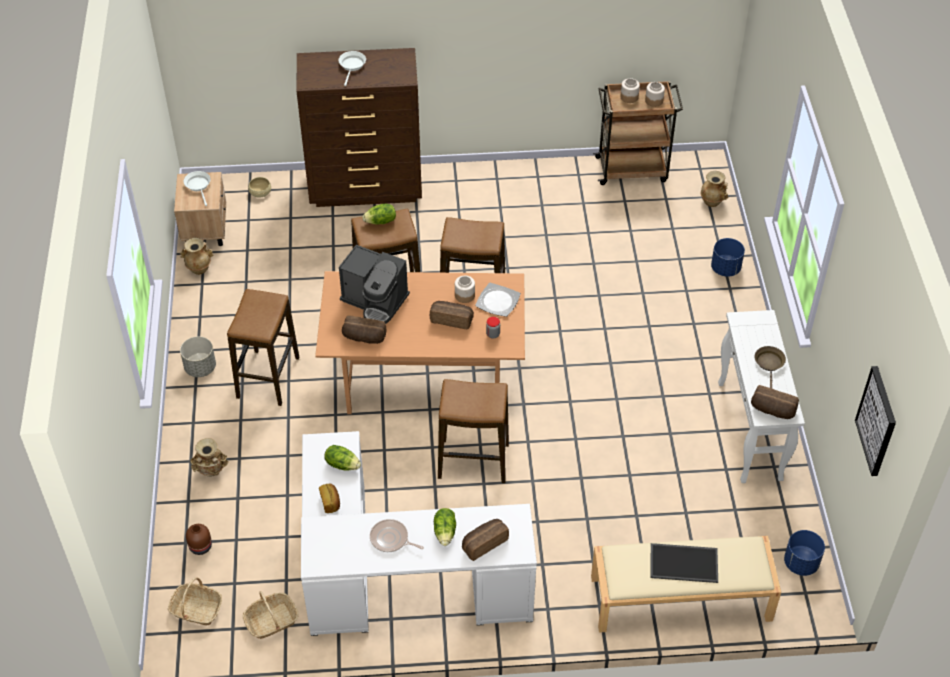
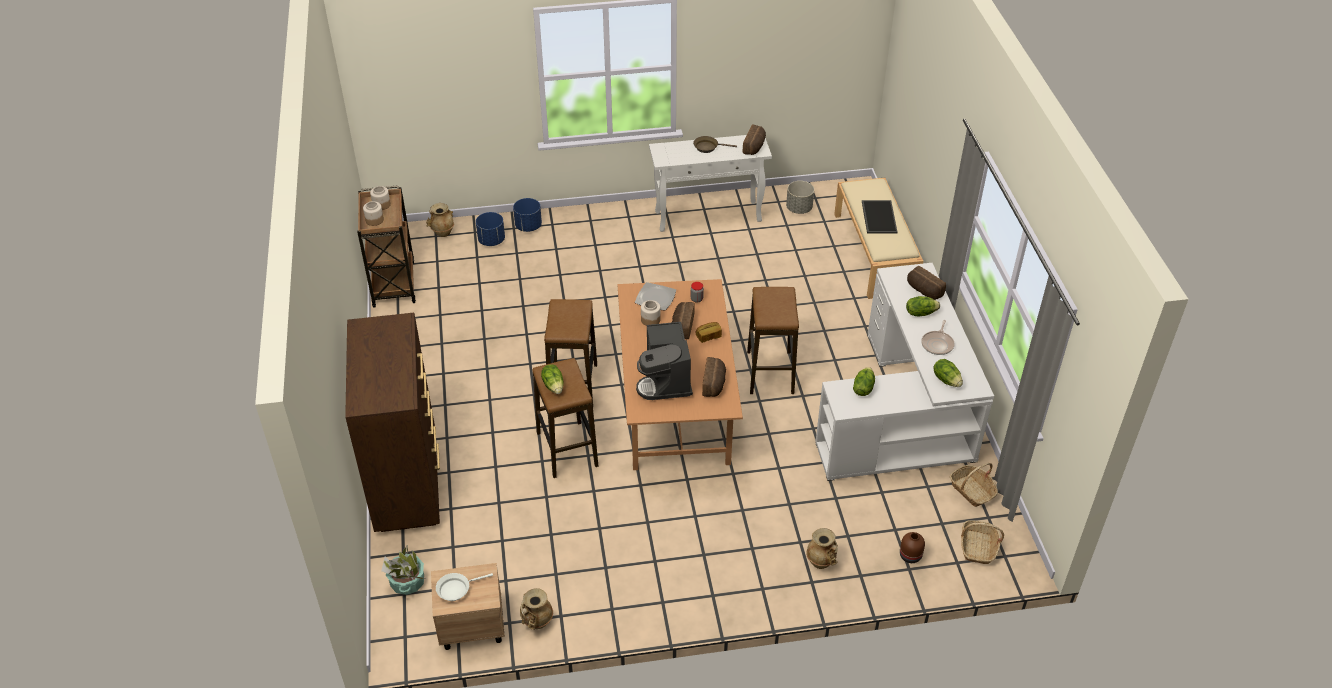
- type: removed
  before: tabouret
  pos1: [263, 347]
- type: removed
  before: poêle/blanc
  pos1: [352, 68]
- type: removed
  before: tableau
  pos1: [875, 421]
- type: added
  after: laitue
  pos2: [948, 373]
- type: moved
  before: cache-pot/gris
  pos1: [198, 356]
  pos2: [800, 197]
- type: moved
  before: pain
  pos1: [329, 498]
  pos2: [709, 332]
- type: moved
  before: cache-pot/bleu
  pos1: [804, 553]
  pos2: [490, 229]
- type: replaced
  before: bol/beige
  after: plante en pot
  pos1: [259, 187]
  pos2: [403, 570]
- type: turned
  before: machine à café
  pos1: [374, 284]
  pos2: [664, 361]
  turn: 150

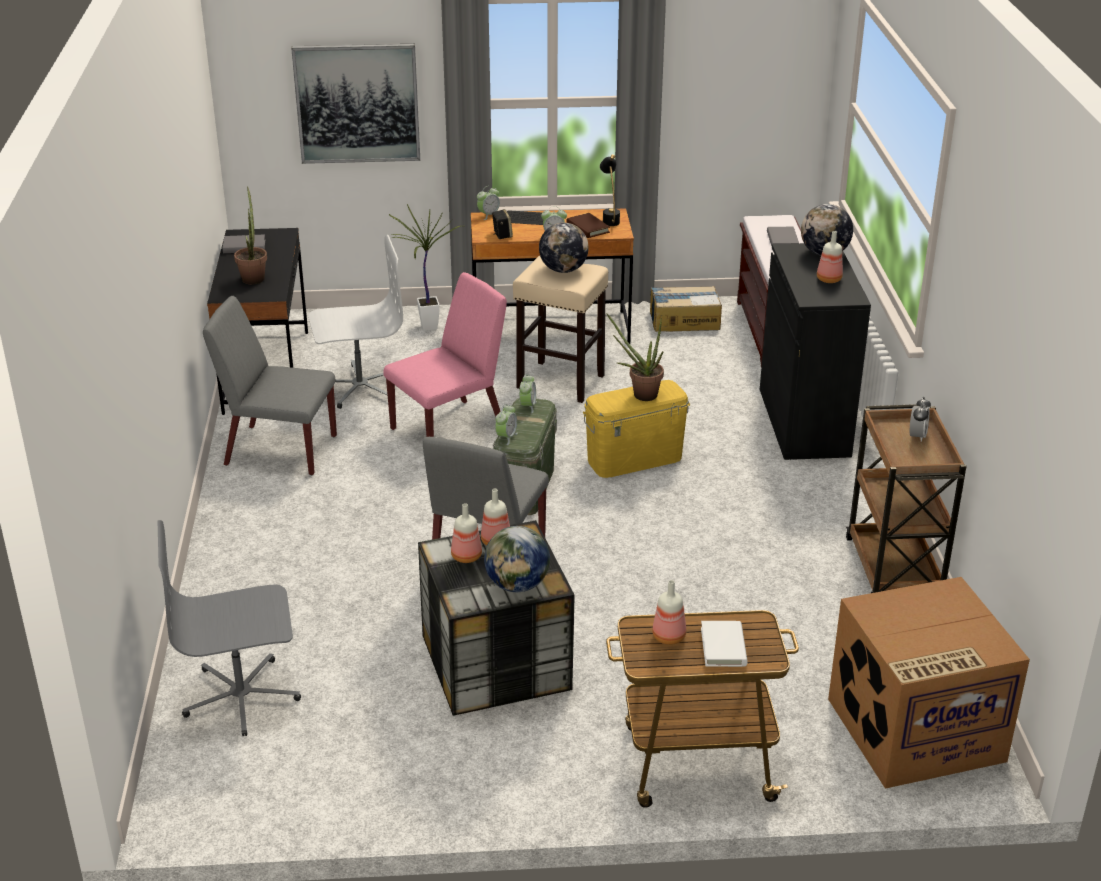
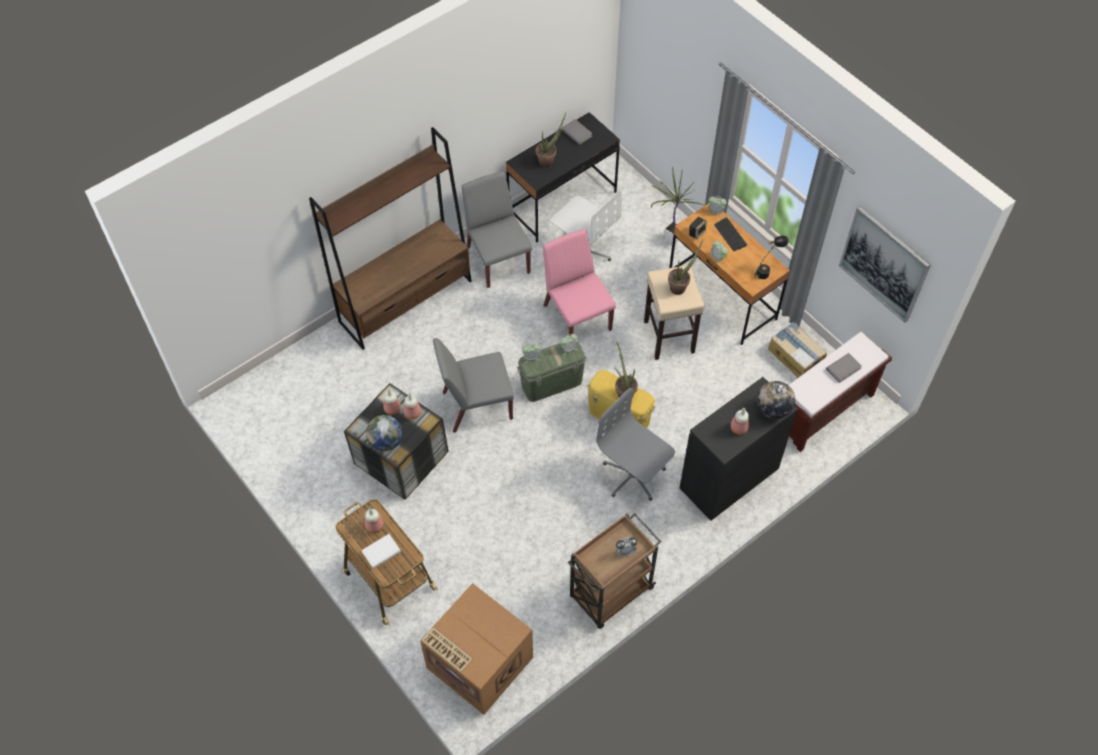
- type: removed
  before: livre/marron
  pos1: [588, 225]
- type: added
  after: bibliothèque/marron
  pos2: [390, 238]
- type: moved
  before: chaise de bureau/gris
  pos1: [229, 628]
  pos2: [636, 444]
- type: moved
  before: tableau
  pos1: [355, 104]
  pos2: [885, 264]
- type: replaced
  before: globe
  after: plante en pot
  pos1: [564, 248]
  pos2: [685, 267]
- type: turned
  before: chaise/rose
  pos1: [445, 354]
  pos2: [579, 282]
  turn: -135

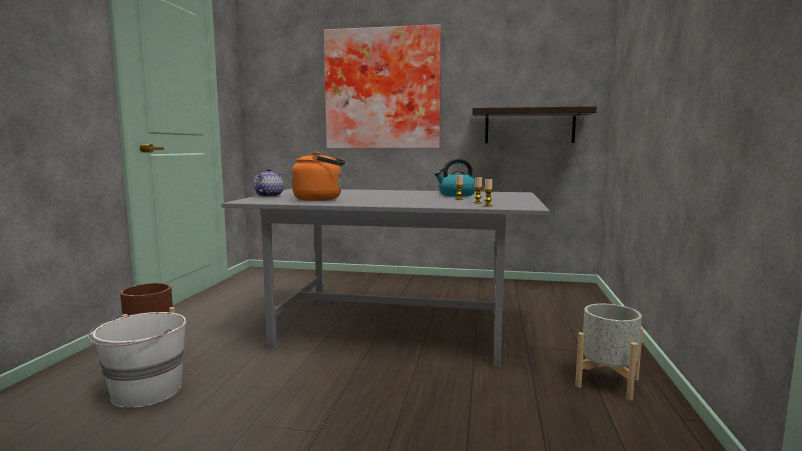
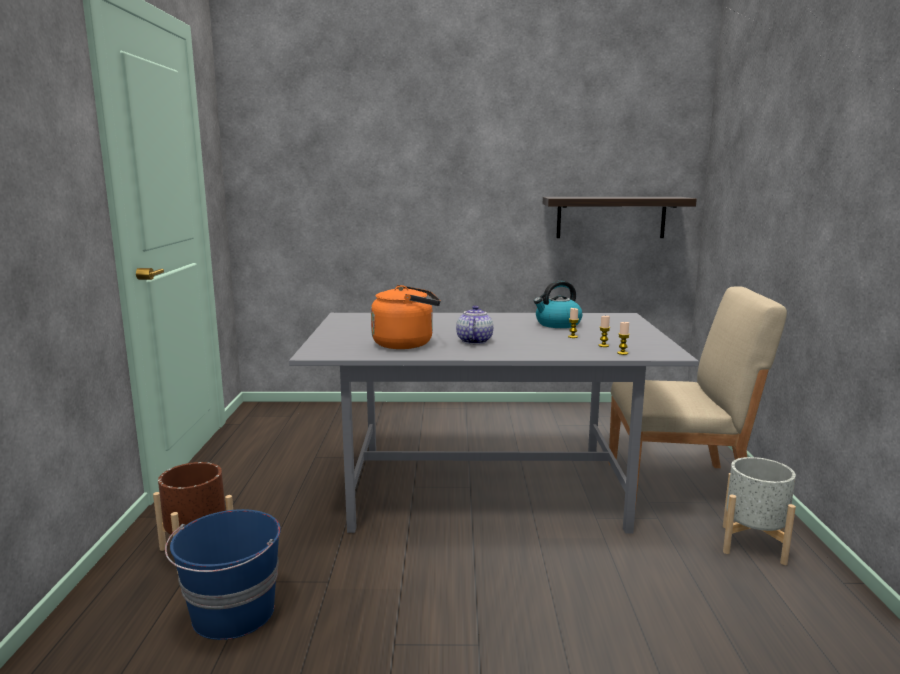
- type: removed
  before: tableau
  pos1: [382, 86]
- type: added
  after: chaise/beige
  pos2: [698, 397]
- type: moved
  before: théière
  pos1: [269, 182]
  pos2: [474, 325]
- type: recoloured
  before: seau/blanc
  after: seau/bleu
  pos1: [137, 360]
  pos2: [223, 574]

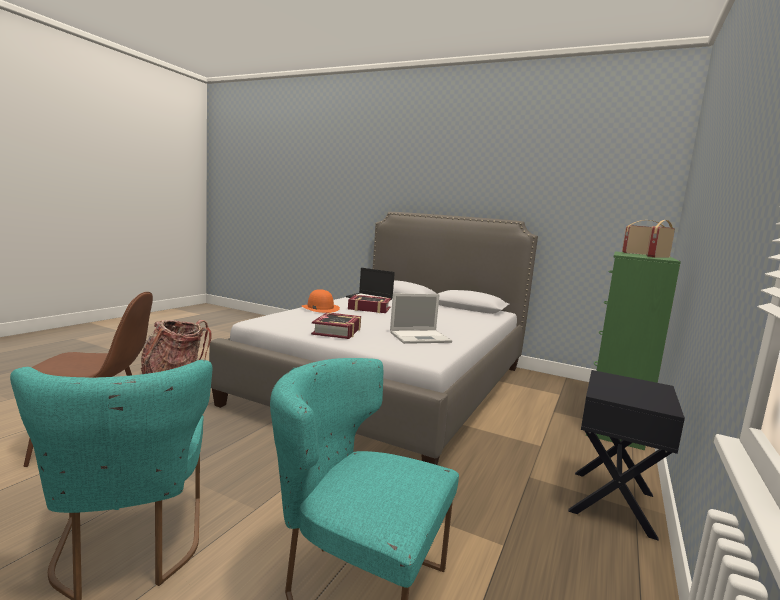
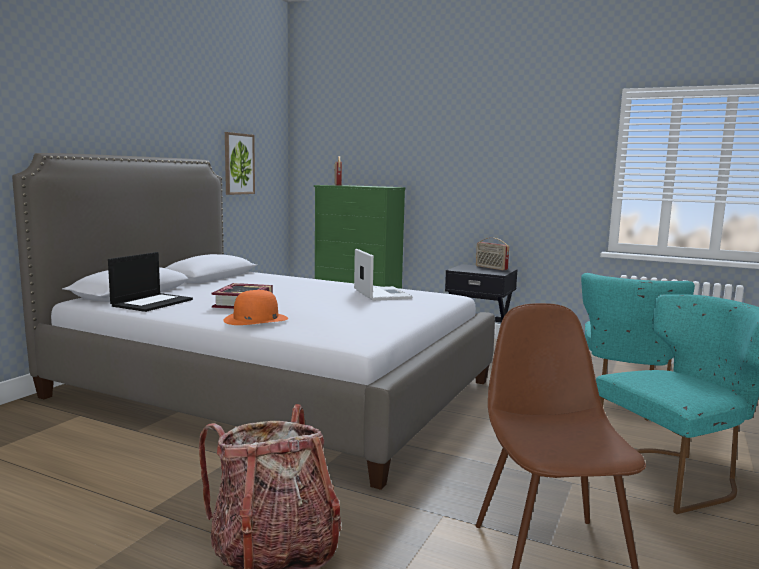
- type: removed
  before: livre
  pos1: [336, 325]
- type: added
  after: tableau
  pos2: [240, 163]
- type: moved
  before: radio
  pos1: [660, 238]
  pos2: [492, 254]

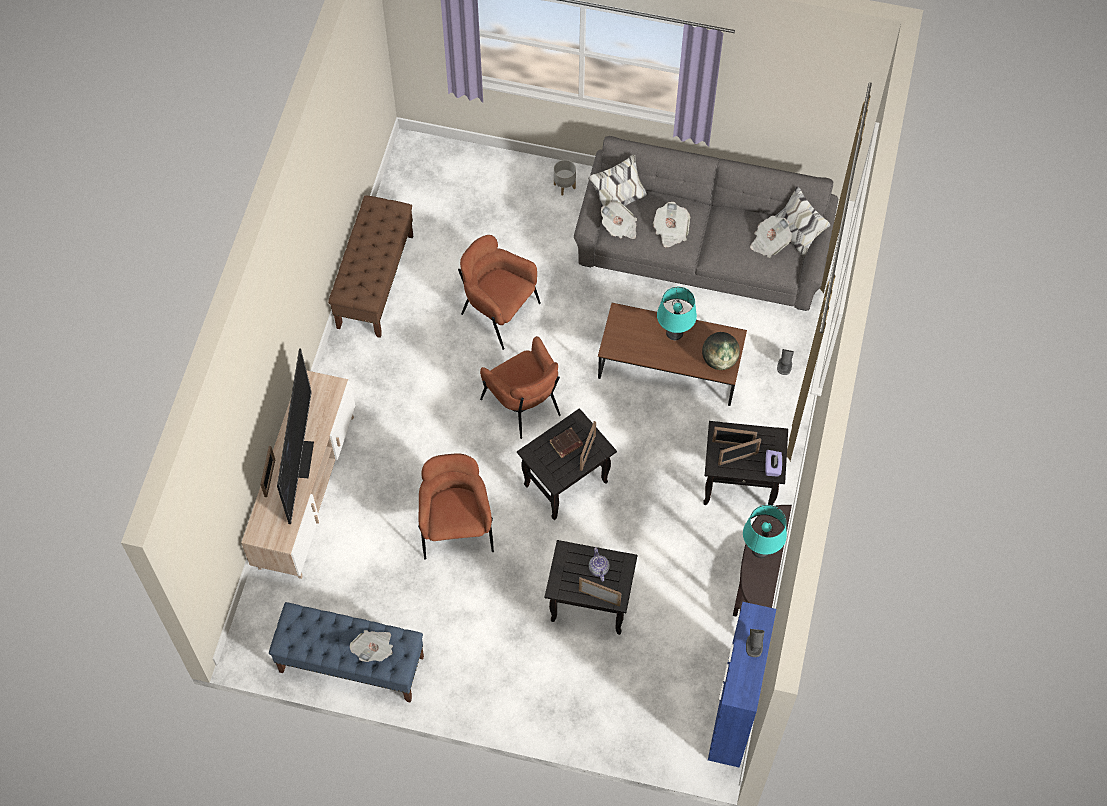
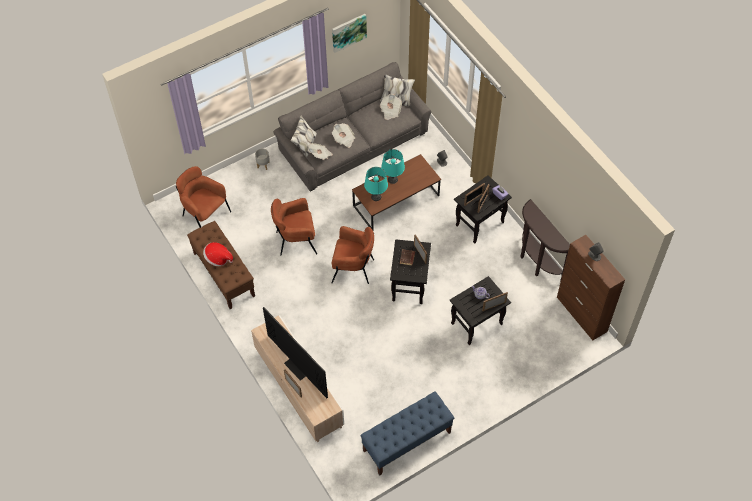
- type: removed
  before: journal
  pos1: [371, 646]
- type: removed
  before: globe
  pos1: [721, 351]
- type: added
  after: chapeau
  pos2: [218, 254]
- type: added
  after: tableau
  pos2: [349, 33]
- type: moved
  before: fauteuil/marron
  pos1: [456, 506]
  pos2: [203, 197]
- type: moved
  before: lampe de table/turquoise
  pos1: [765, 531]
  pos2: [376, 184]
- type: recoloured
  before: meuble de rangement/bleu
  after: meuble de rangement/marron
  pos1: [742, 685]
  pos2: [591, 287]

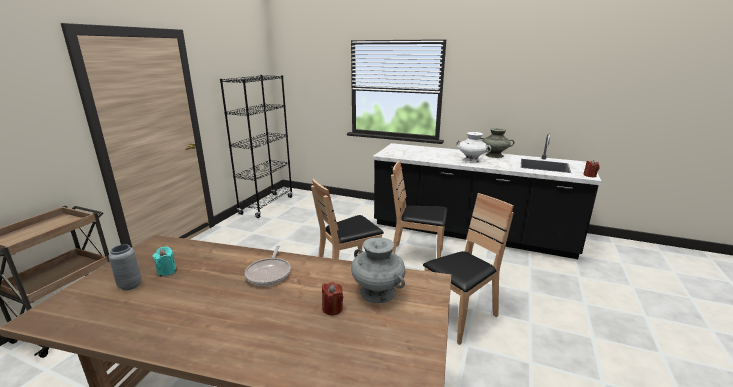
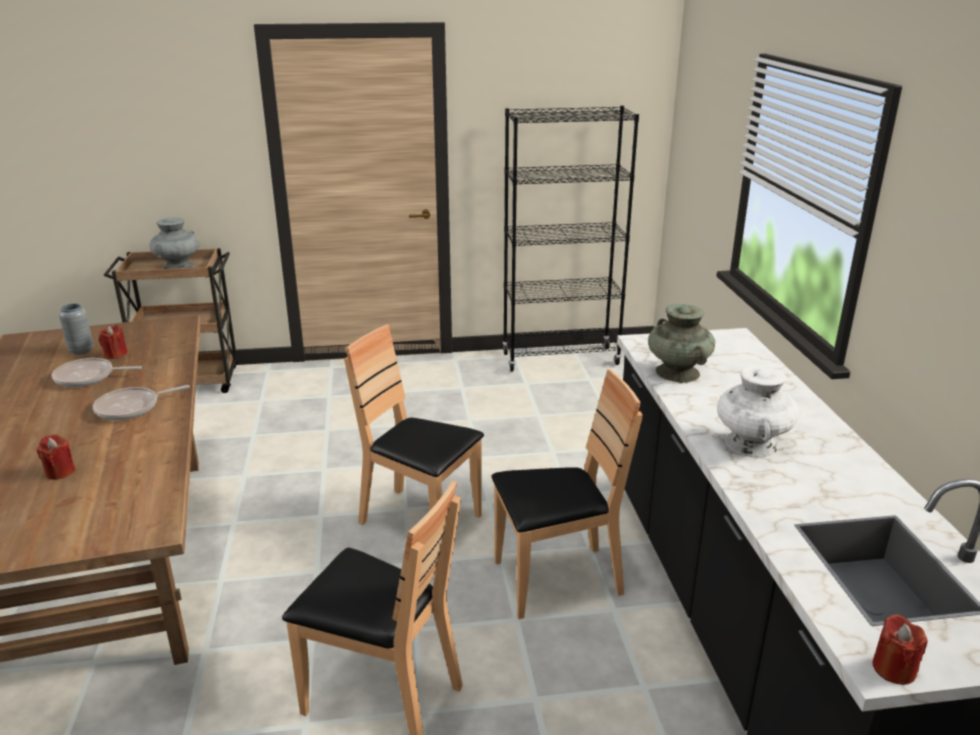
- type: added
  after: poêle
  pos2: [96, 372]
- type: moved
  before: vase/gris
  pos1: [378, 270]
  pos2: [174, 243]
- type: moved
  before: vase/turquoise
  pos1: [497, 143]
  pos2: [681, 343]
- type: recoloured
  before: bougie/turquoise
  after: bougie/rouge
  pos1: [164, 261]
  pos2: [113, 342]
- type: turned
  before: chaise/marron
  pos1: [419, 209]
  pos2: [567, 494]
  turn: 90

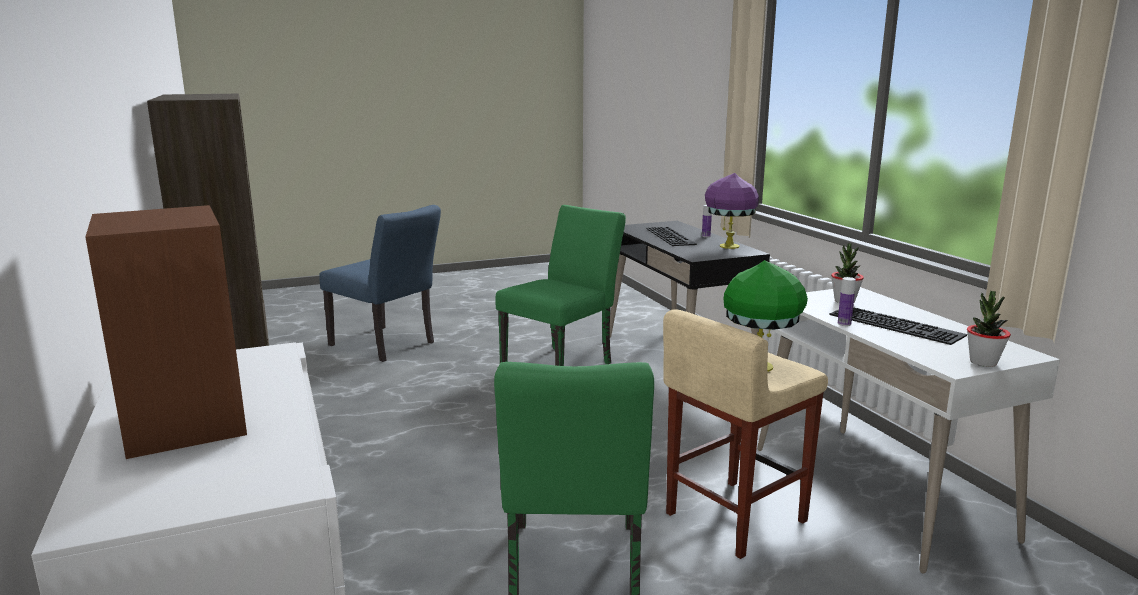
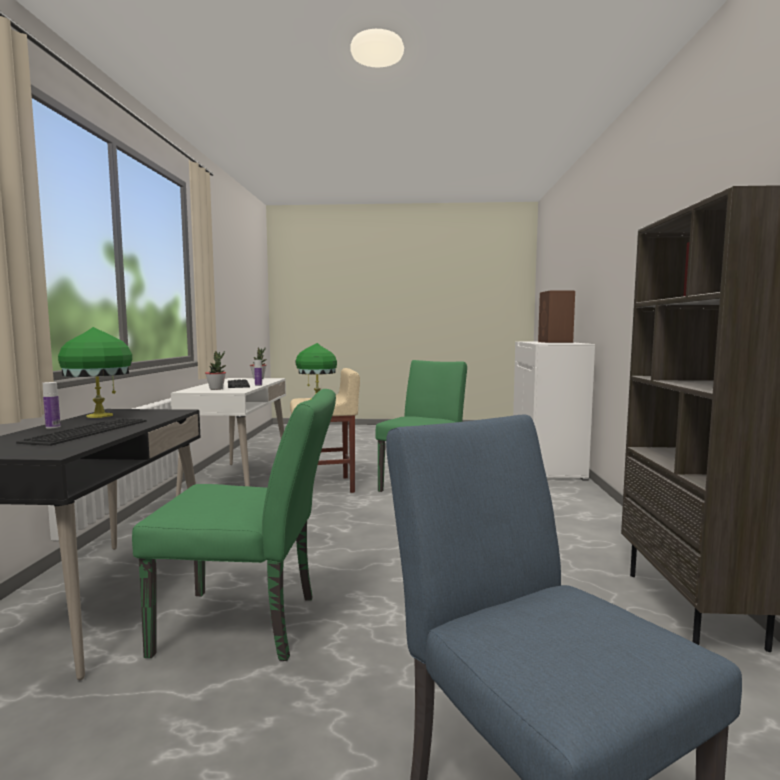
- type: recoloured
  before: lampe de table/violet
  after: lampe de table/vert
  pos1: [732, 211]
  pos2: [95, 372]
- type: turned
  before: chaise/vert
  pos1: [560, 285]
  pos2: [234, 525]
  turn: -150

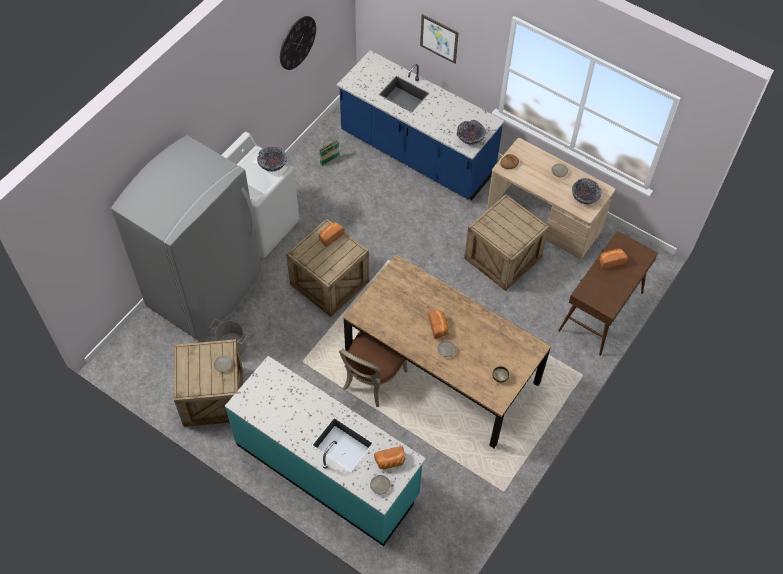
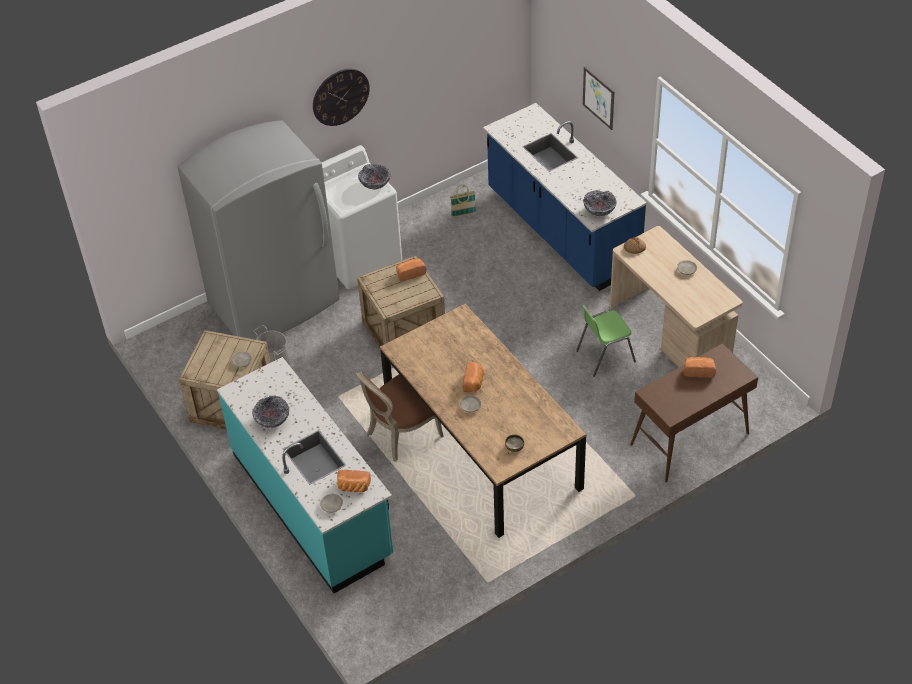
- type: moved
  before: horloge murale
  pos1: [298, 43]
  pos2: [341, 97]
- type: moved
  before: bol
  pos1: [587, 191]
  pos2: [271, 411]
- type: replaced
  before: caisse
  after: chaise/vert
  pos1: [506, 242]
  pos2: [606, 341]

